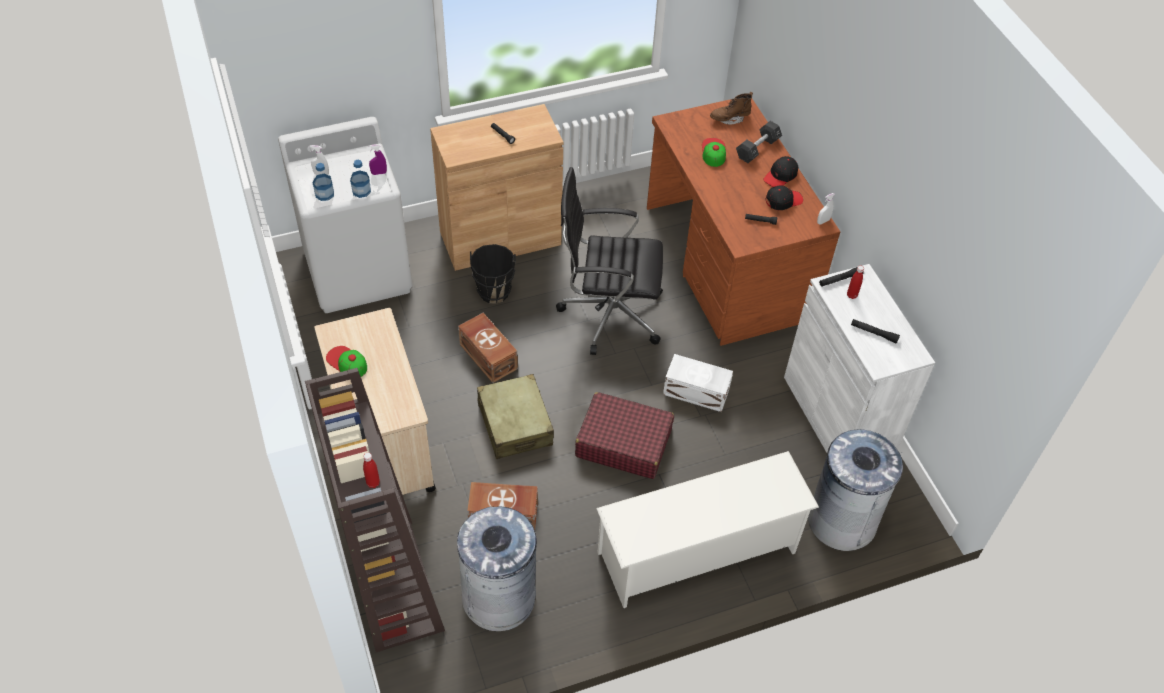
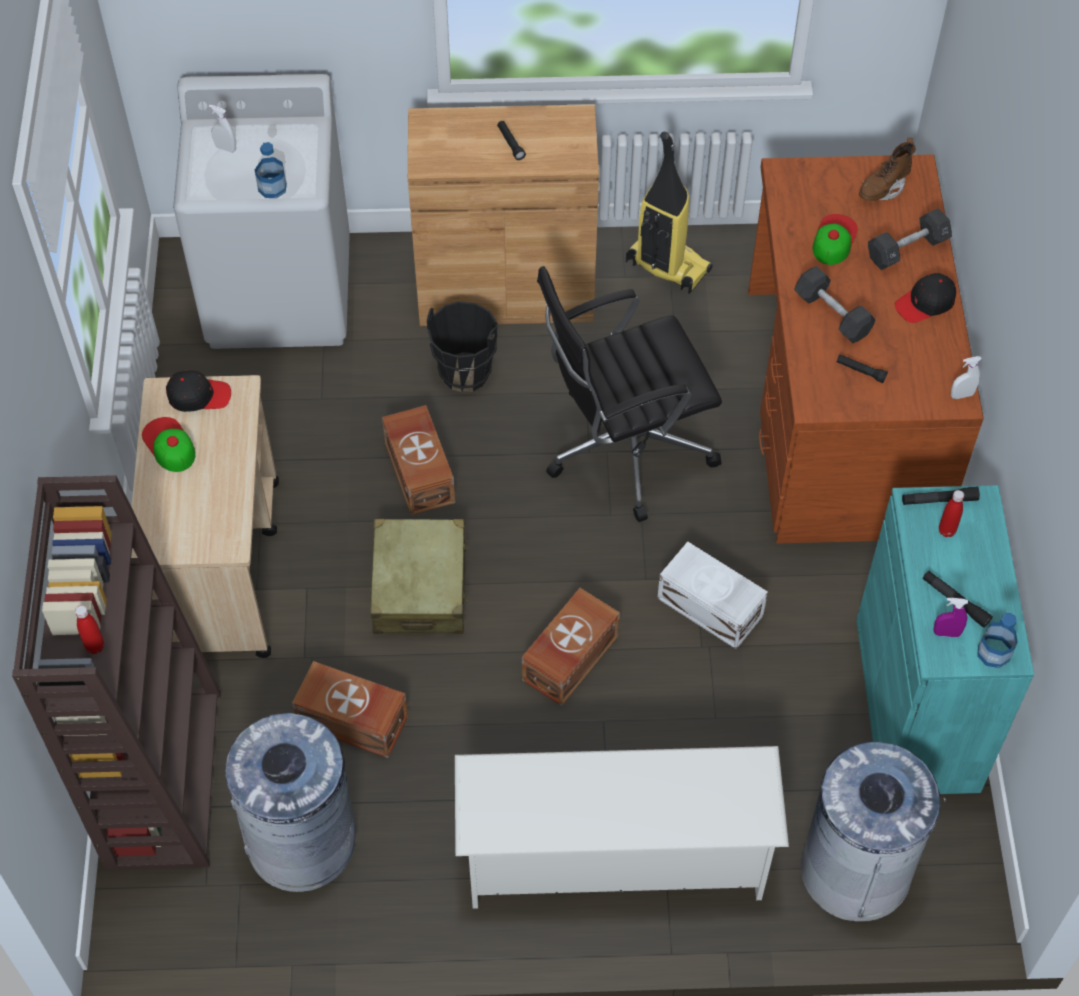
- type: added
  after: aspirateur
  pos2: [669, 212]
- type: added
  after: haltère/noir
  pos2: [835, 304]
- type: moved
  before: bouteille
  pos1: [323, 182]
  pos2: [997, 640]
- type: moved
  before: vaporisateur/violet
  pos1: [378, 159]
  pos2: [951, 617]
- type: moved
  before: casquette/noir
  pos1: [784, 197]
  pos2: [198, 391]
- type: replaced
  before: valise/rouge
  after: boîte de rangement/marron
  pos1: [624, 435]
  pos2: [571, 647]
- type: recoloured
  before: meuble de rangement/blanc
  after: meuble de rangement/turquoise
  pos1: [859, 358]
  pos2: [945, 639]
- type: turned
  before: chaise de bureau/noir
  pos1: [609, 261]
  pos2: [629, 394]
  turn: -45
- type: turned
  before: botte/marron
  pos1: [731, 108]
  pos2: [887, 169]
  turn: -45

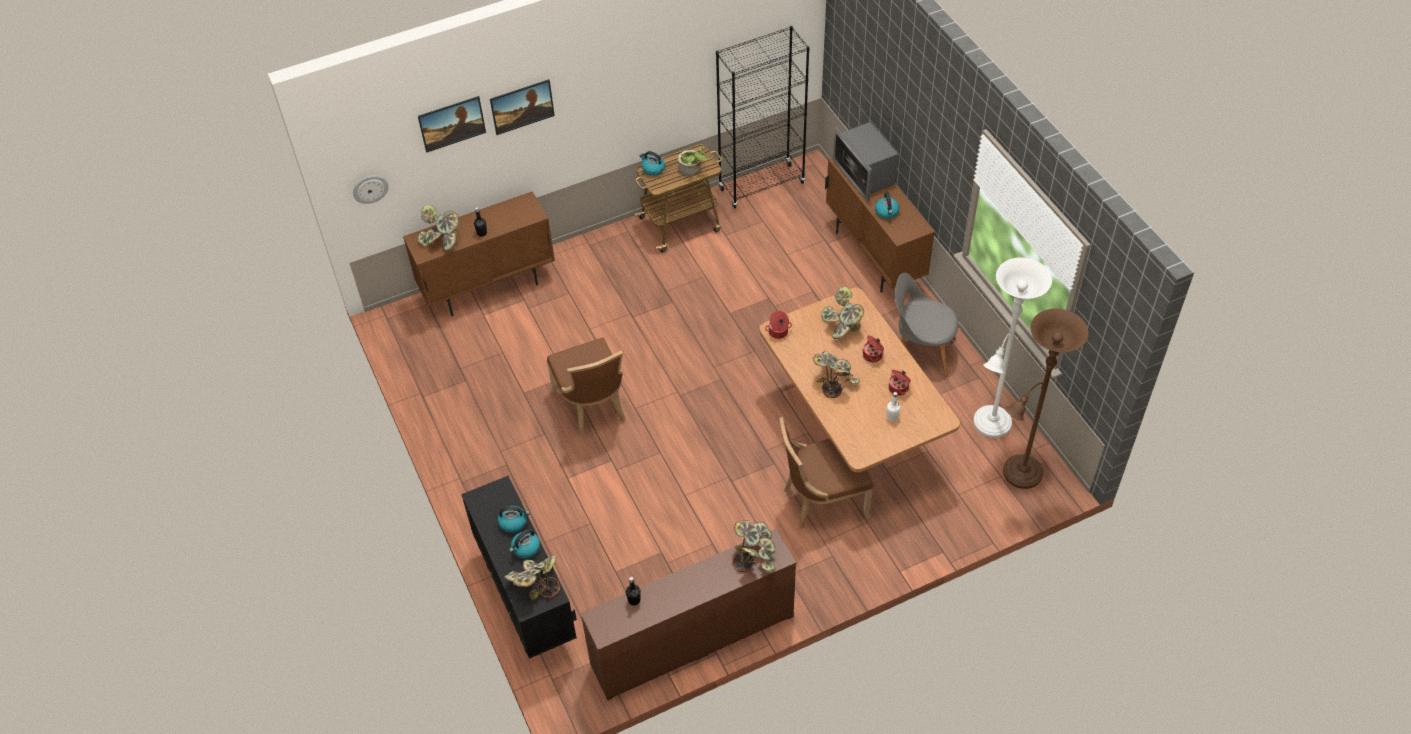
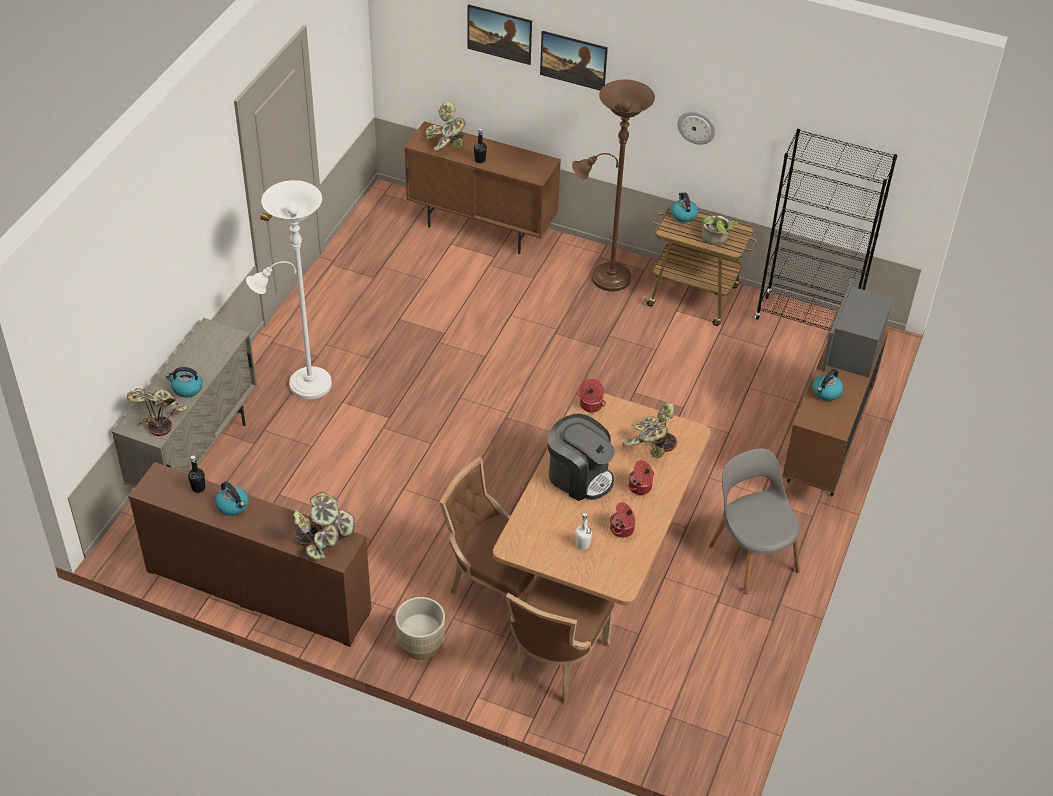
- type: added
  after: cache-pot/beige
  pos2: [420, 628]
- type: moved
  before: horloge murale
  pos1: [371, 189]
  pos2: [697, 128]
- type: moved
  before: bouilloire
  pos1: [514, 519]
  pos2: [232, 498]
- type: moved
  before: chaise/marron
  pos1: [586, 387]
  pos2: [560, 640]
- type: moved
  before: lampadaire/blanc
  pos1: [1012, 347]
  pos2: [289, 289]
- type: moved
  before: lampadaire/marron
  pos1: [1045, 399]
  pos2: [613, 186]
- type: replaced
  before: plante en pot
  after: machine à café
  pos1: [836, 374]
  pos2: [581, 457]
- type: recoloured
  before: meuble de rangement/noir
  after: meuble de rangement/beige
  pos1: [519, 567]
  pos2: [184, 403]

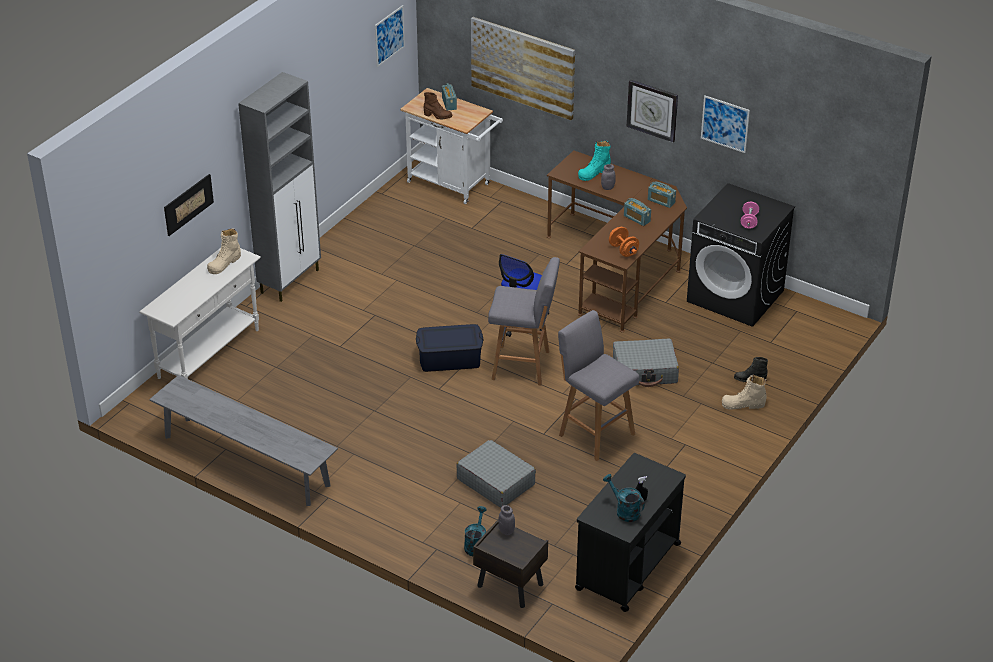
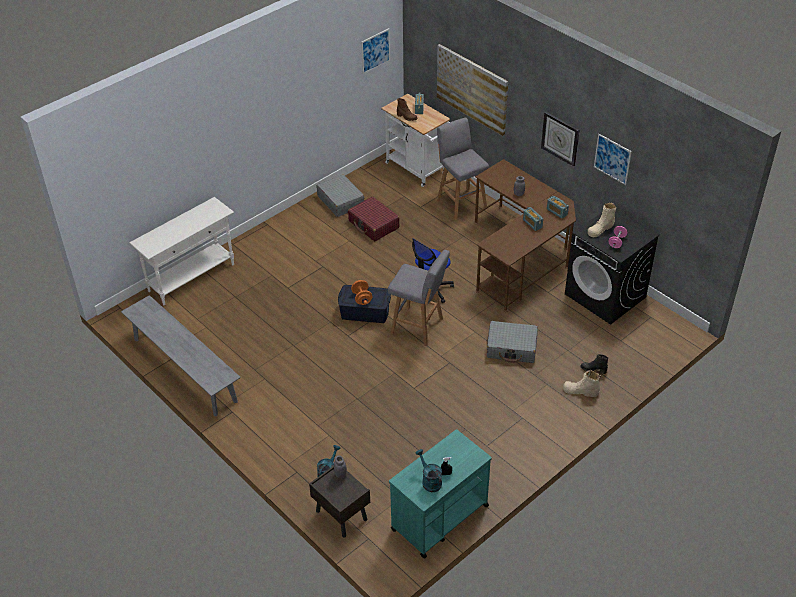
- type: removed
  before: tableau
  pos1: [189, 205]
- type: removed
  before: meuble de rangement/gris
  pos1: [279, 187]
- type: removed
  before: botte/turquoise
  pos1: [594, 161]
- type: added
  after: valise/rouge
  pos2: [374, 219]
- type: moved
  before: botte/beige
  pos1: [224, 251]
  pos2: [602, 220]
- type: moved
  before: valise/gris
  pos1: [496, 474]
  pos2: [340, 196]
- type: moved
  before: tabouret/gris
  pos1: [598, 385]
  pos2: [463, 168]
- type: moved
  before: haltère/orange
  pos1: [624, 242]
  pos2: [362, 292]
- type: recoloured
  before: chariot/noir
  after: chariot/turquoise
  pos1: [630, 532]
  pos2: [440, 493]

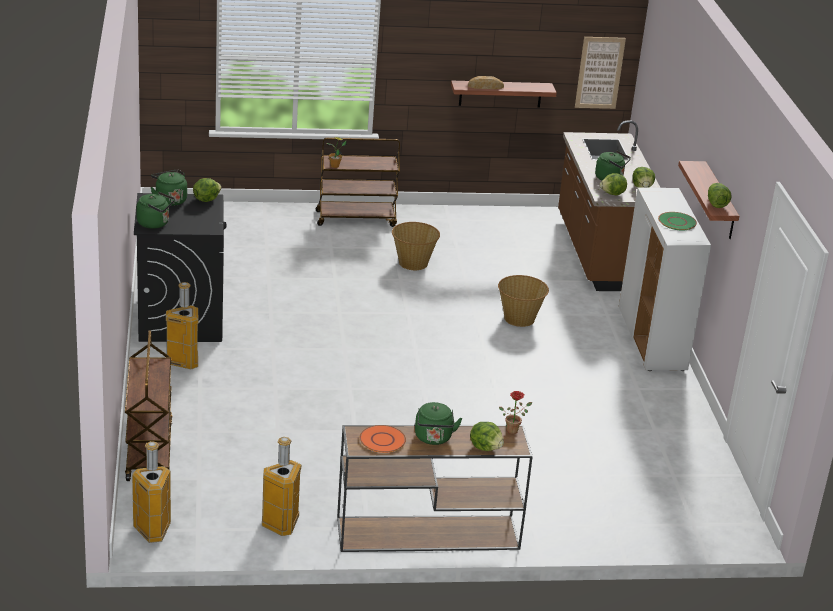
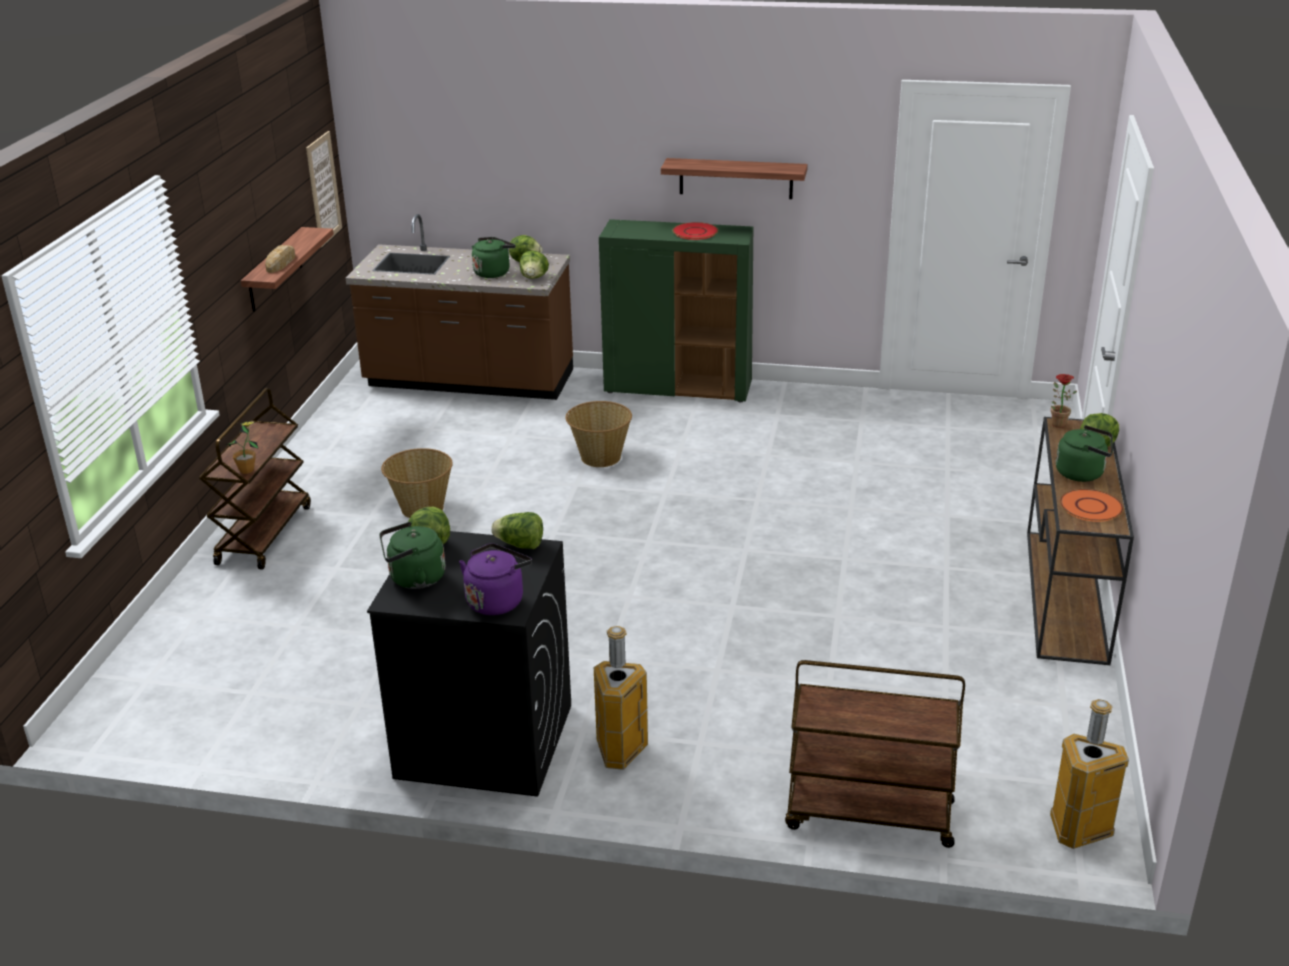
- type: removed
  before: poubelle
  pos1: [281, 486]
- type: moved
  before: laitue
  pos1: [720, 195]
  pos2: [517, 530]
- type: recoloured
  before: bouilloire/vert
  after: bouilloire/violet
  pos1: [155, 210]
  pos2: [495, 579]
- type: recoloured
  before: meuble de rangement/blanc
  after: meuble de rangement/vert
  pos1: [665, 279]
  pos2: [676, 311]
- type: recoloured
  before: assiette/vert
  after: assiette/rouge
  pos1: [677, 221]
  pos2: [695, 231]

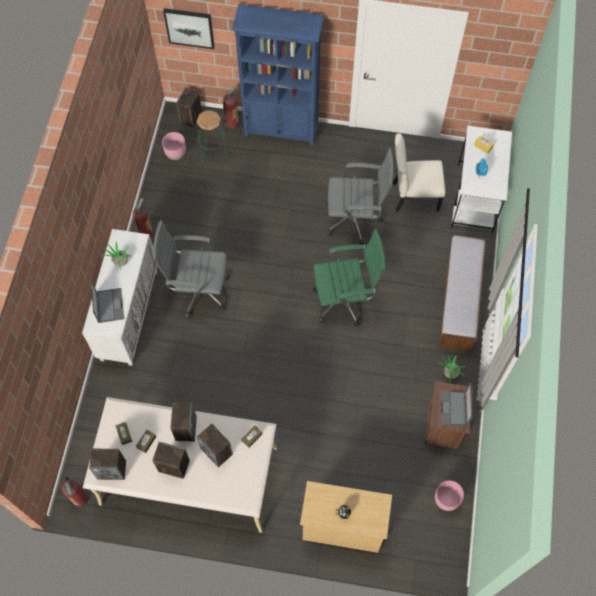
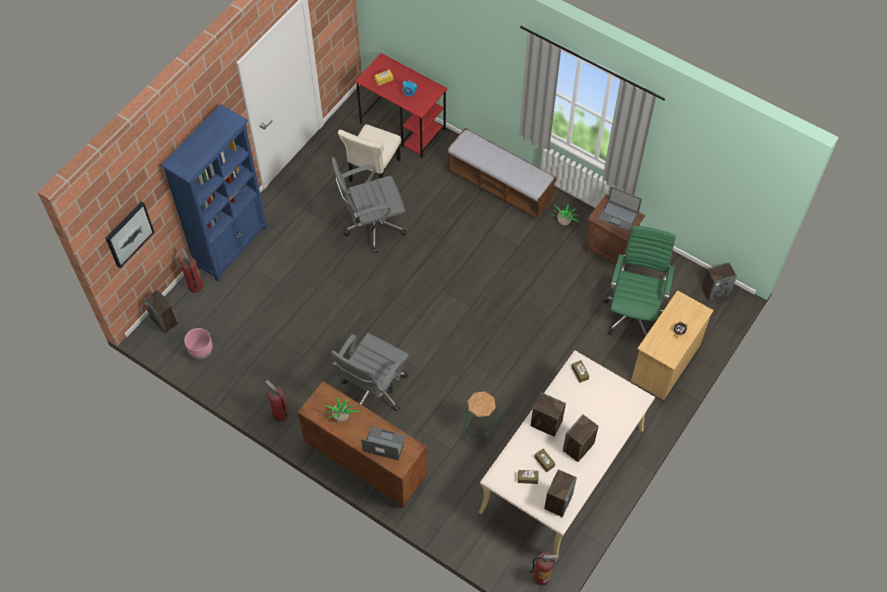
- type: removed
  before: cache-pot/rose
  pos1: [449, 496]
- type: moved
  before: tabouret/vert
  pos1: [212, 136]
  pos2: [480, 419]
- type: moved
  before: enceinte
  pos1: [215, 446]
  pos2: [719, 282]
- type: moved
  before: chaise de bureau/vert
  pos1: [349, 278]
  pos2: [639, 281]
- type: recoloured
  before: meuble de rangement/blanc
  after: meuble de rangement/marron
  pos1: [119, 297]
  pos2: [362, 444]
- type: recoloured
  before: bureau/blanc
  after: bureau/rouge
  pos1: [481, 179]
  pos2: [401, 105]
- type: turned
  before: chaise de bureau/gris
  pos1: [360, 196]
  pos2: [369, 205]
  turn: -135

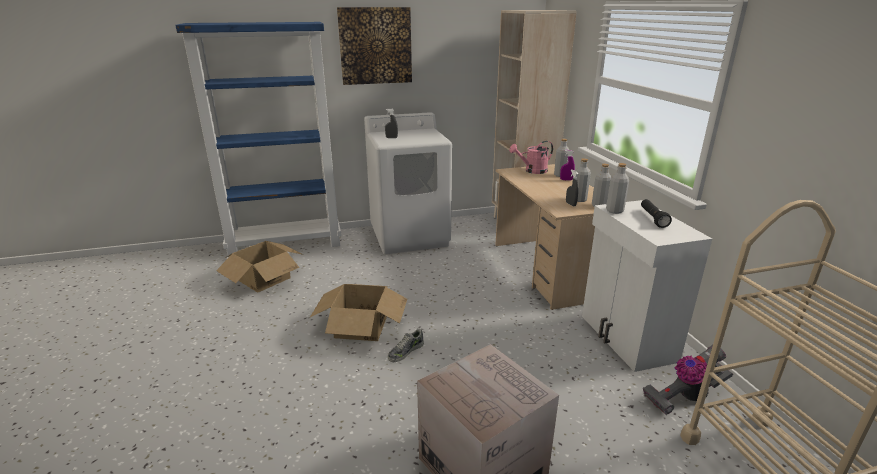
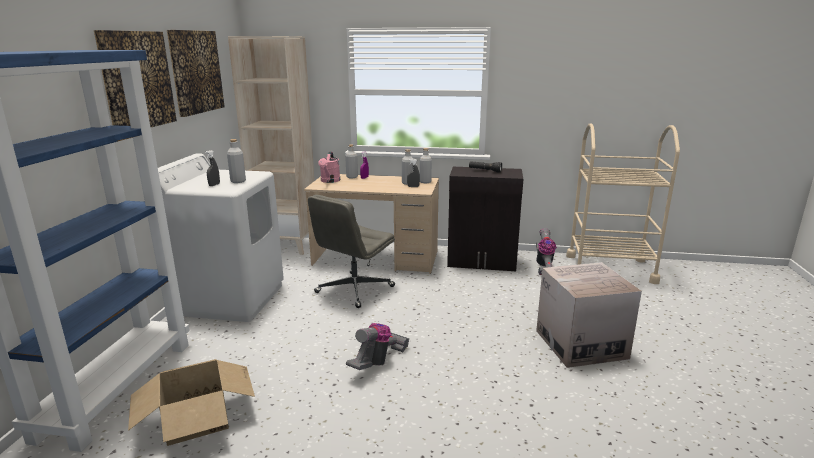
- type: removed
  before: chaussure
  pos1: [406, 345]
- type: added
  after: tableau
  pos2: [196, 73]
- type: added
  after: chaise de bureau/gris
  pos2: [351, 251]
- type: moved
  before: bouteille/gris
  pos1: [617, 188]
  pos2: [236, 161]
- type: replaced
  before: carton
  after: aspirateur
  pos1: [358, 312]
  pos2: [377, 346]
- type: recoloured
  before: meuble de rangement/blanc
  after: meuble de rangement/noir
  pos1: [647, 286]
  pos2: [485, 219]

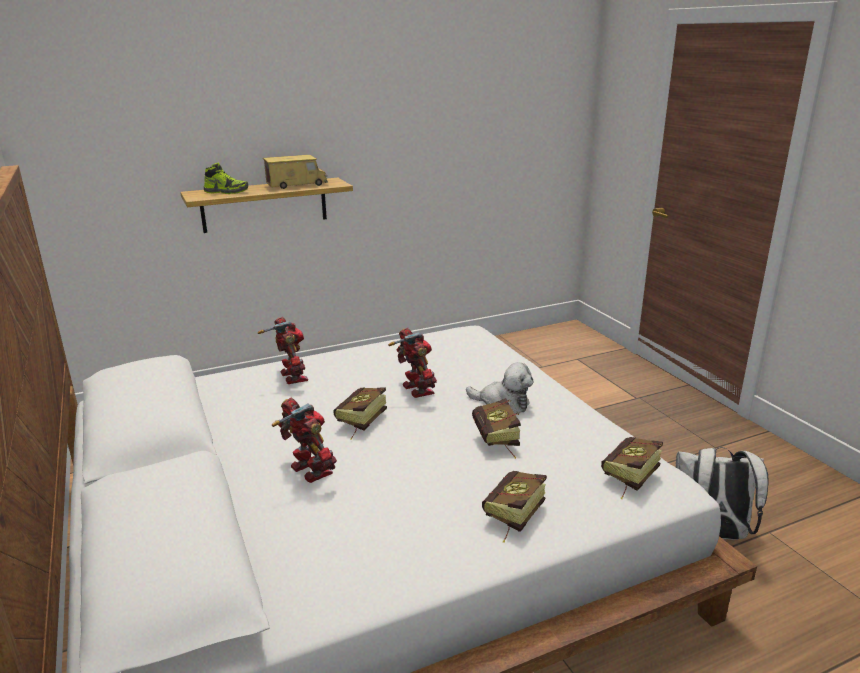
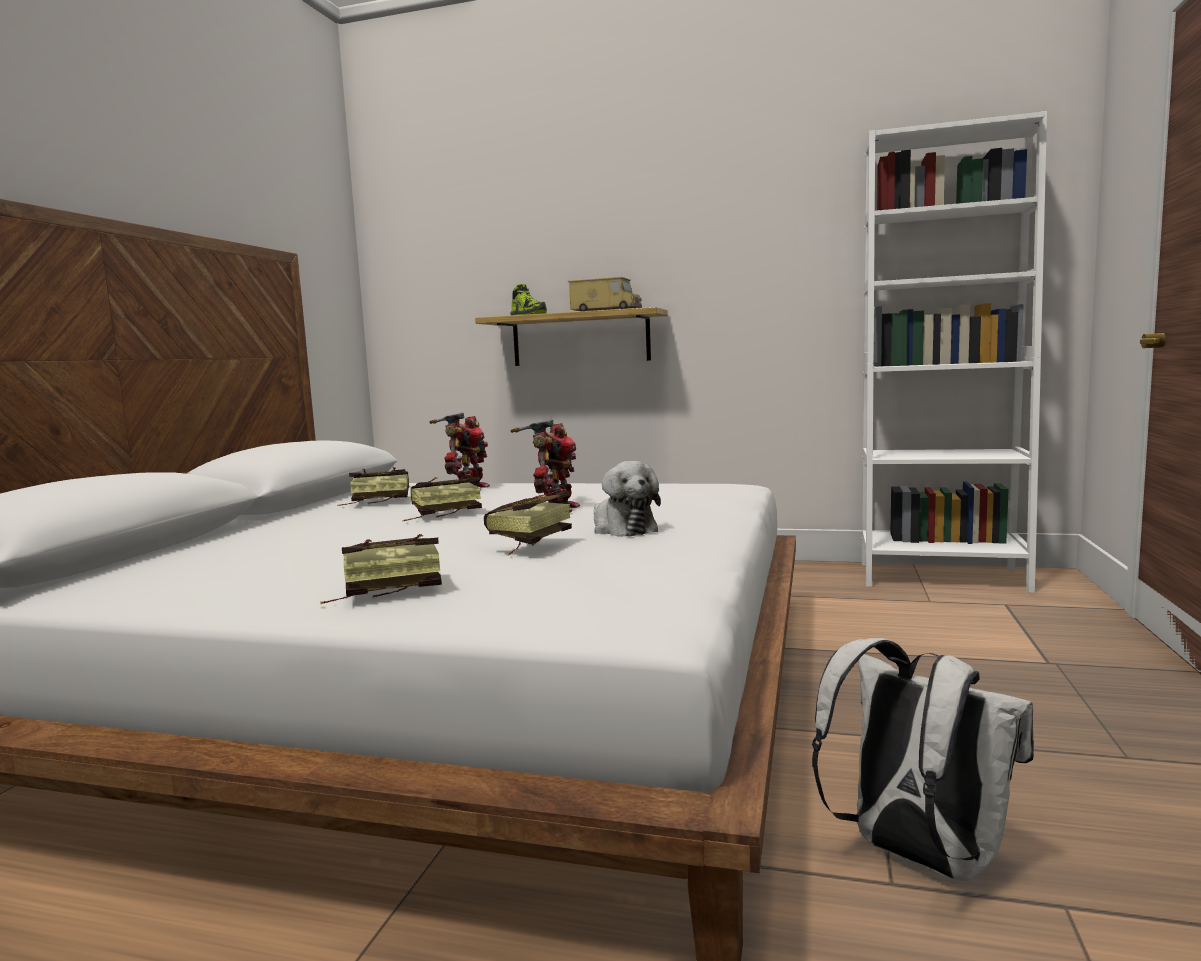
- type: removed
  before: robot jouet
  pos1: [304, 440]
- type: added
  after: bibliothèque/blanc
  pos2: [954, 352]
- type: moved
  before: livre
  pos1: [632, 468]
  pos2: [374, 486]

